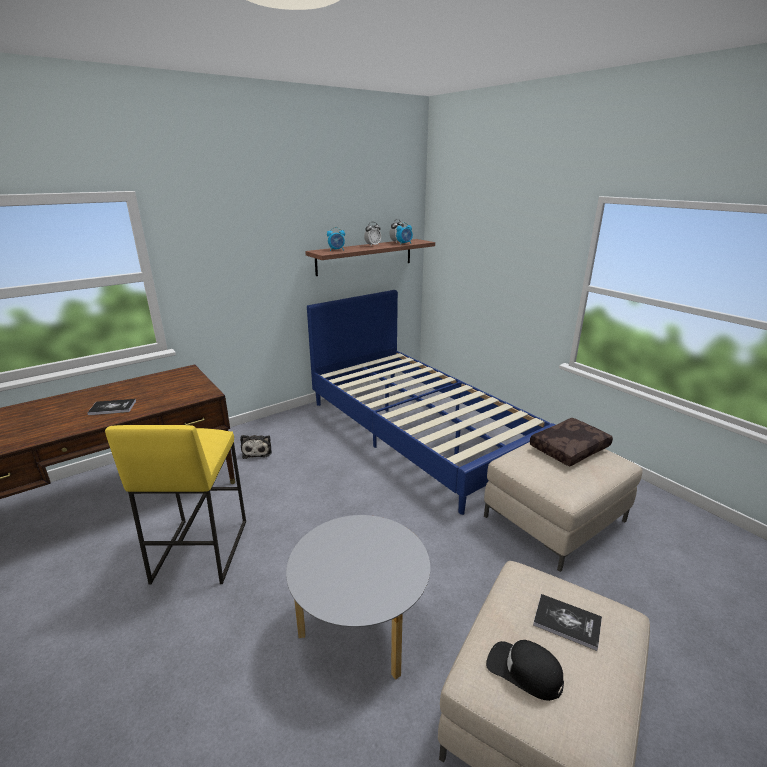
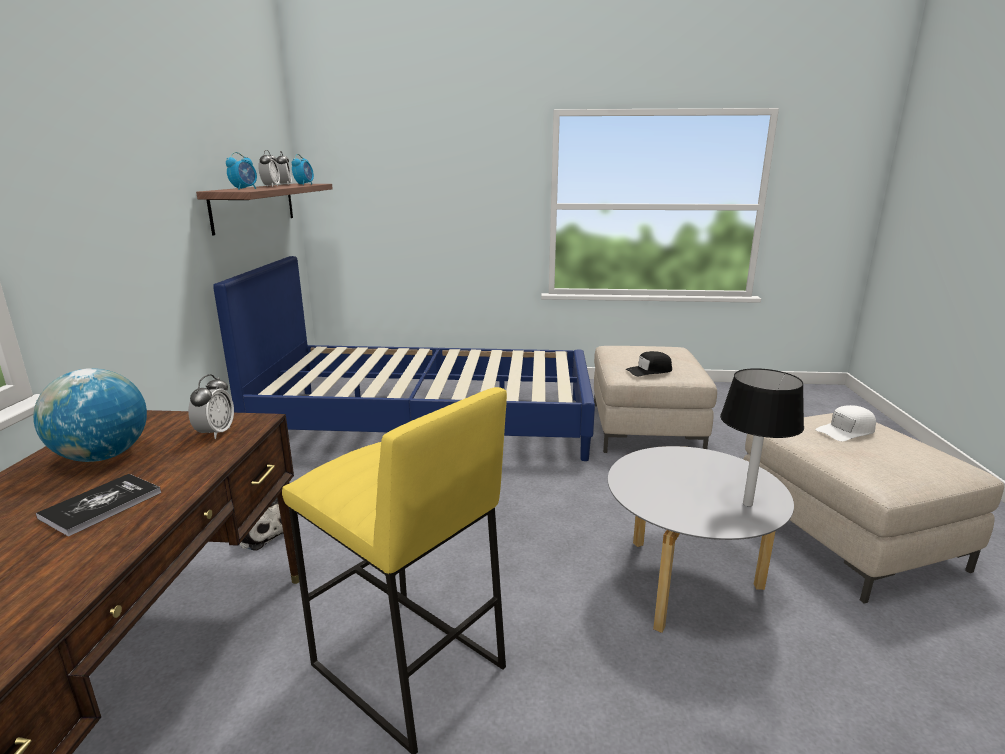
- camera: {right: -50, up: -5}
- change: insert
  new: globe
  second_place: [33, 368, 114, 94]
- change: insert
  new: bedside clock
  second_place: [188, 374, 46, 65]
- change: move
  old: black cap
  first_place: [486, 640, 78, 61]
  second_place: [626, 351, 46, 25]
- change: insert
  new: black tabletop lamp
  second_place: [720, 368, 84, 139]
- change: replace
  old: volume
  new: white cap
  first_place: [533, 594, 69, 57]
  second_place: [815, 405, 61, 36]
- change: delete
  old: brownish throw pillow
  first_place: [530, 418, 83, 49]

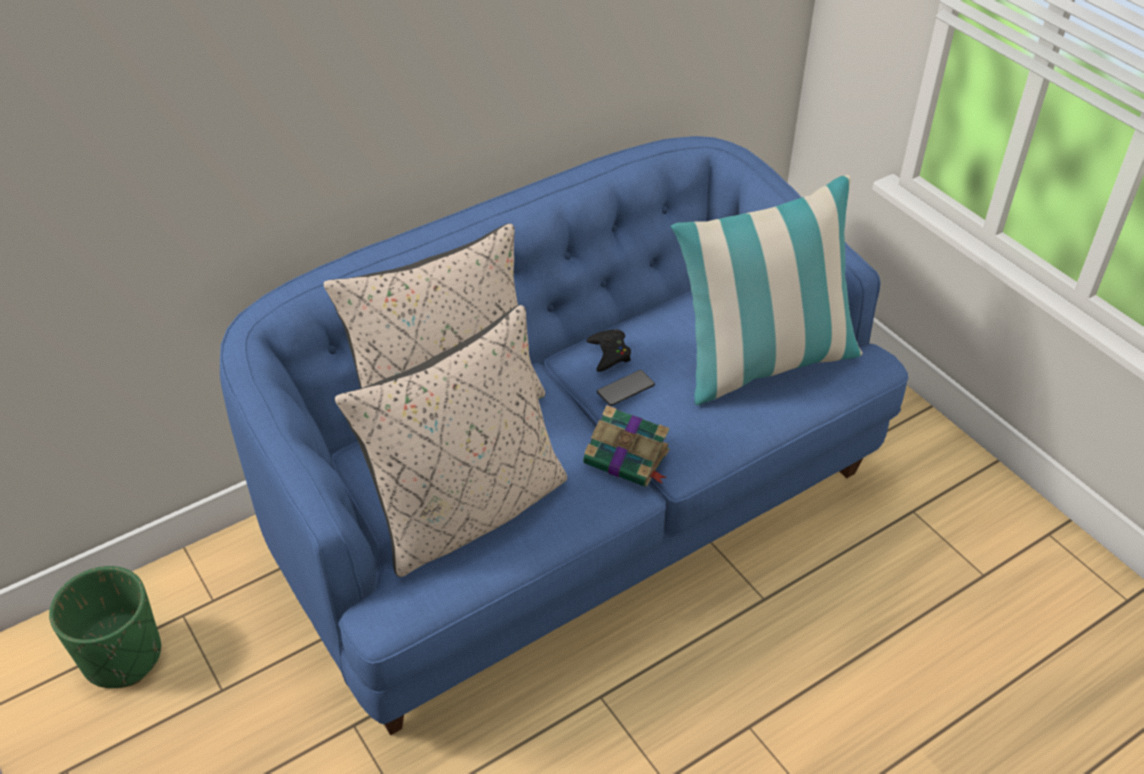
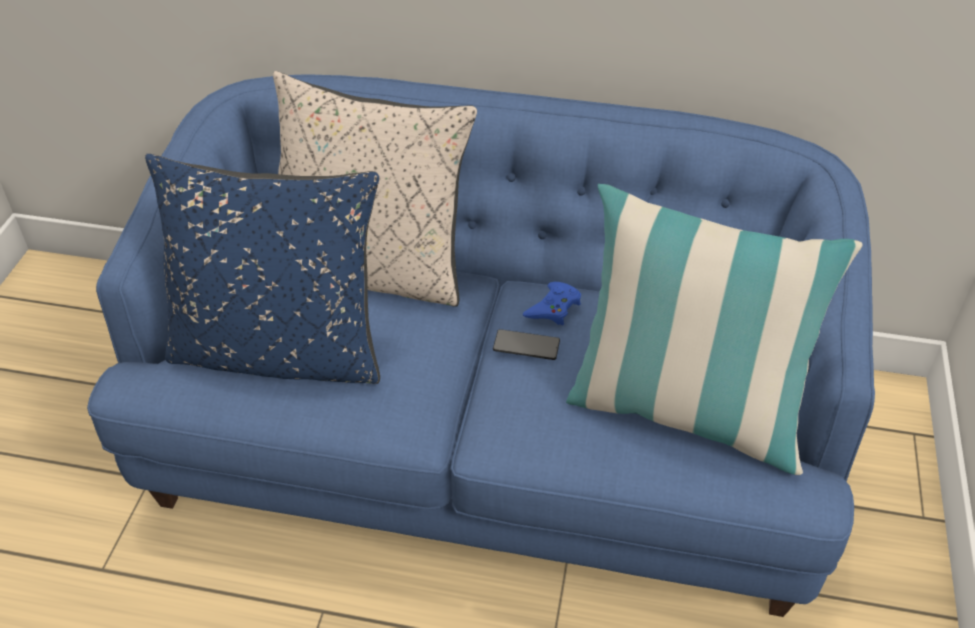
- camera: {right: 45, up: 0}
- change: recolor
  old: beige-coloured throw pillow
  new: blue throw pillow
  first_place: [335, 305, 232, 272]
  second_place: [145, 154, 235, 230]
- change: recolor
  old: black game controller
  new: blue game controller
  first_place: [587, 329, 44, 43]
  second_place: [523, 282, 58, 44]
- change: delete
  old: green flower pot
  first_place: [49, 566, 112, 122]
- change: delete
  old: volume
  first_place: [583, 405, 87, 82]

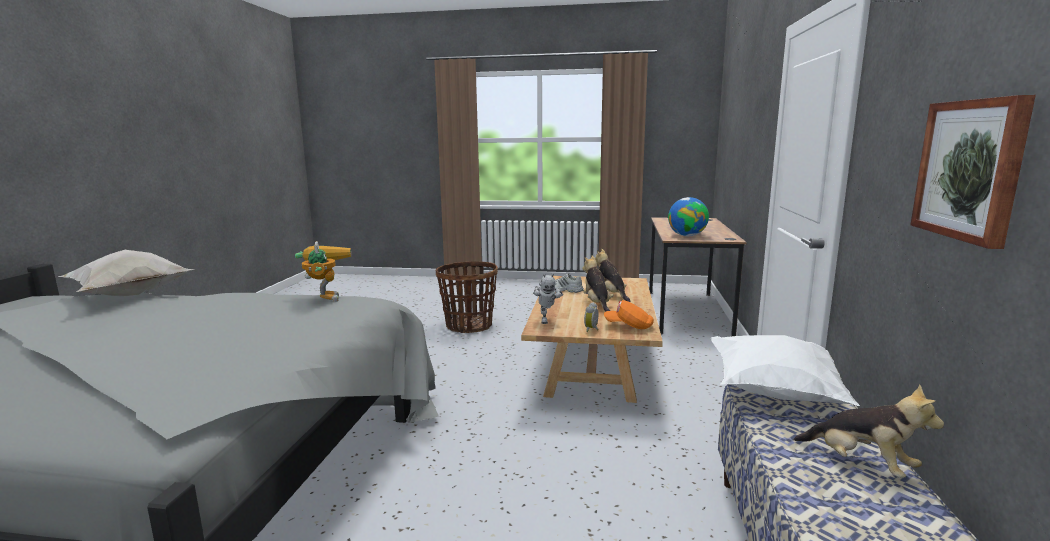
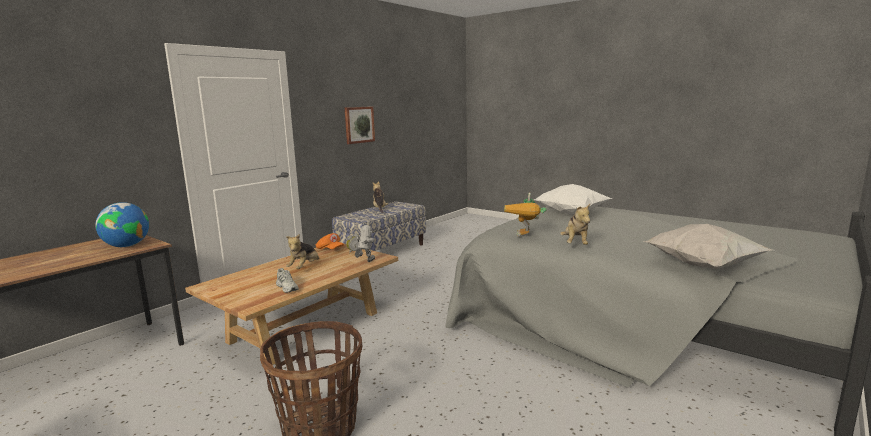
- camera: {right: -150, up: 0}
- change: move
  old: white throw pillow
  first_place: [711, 335, 149, 71]
  second_place: [534, 184, 79, 30]
- change: move
  old: cuddly toy
  first_place: [595, 249, 36, 53]
  second_place: [560, 204, 30, 41]

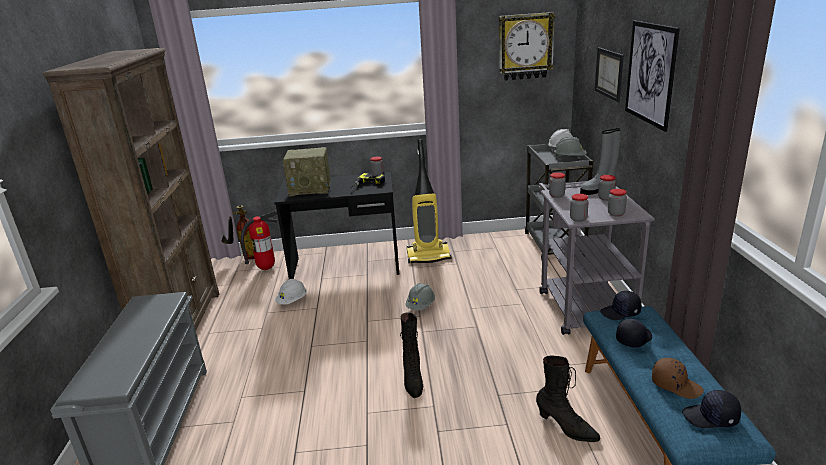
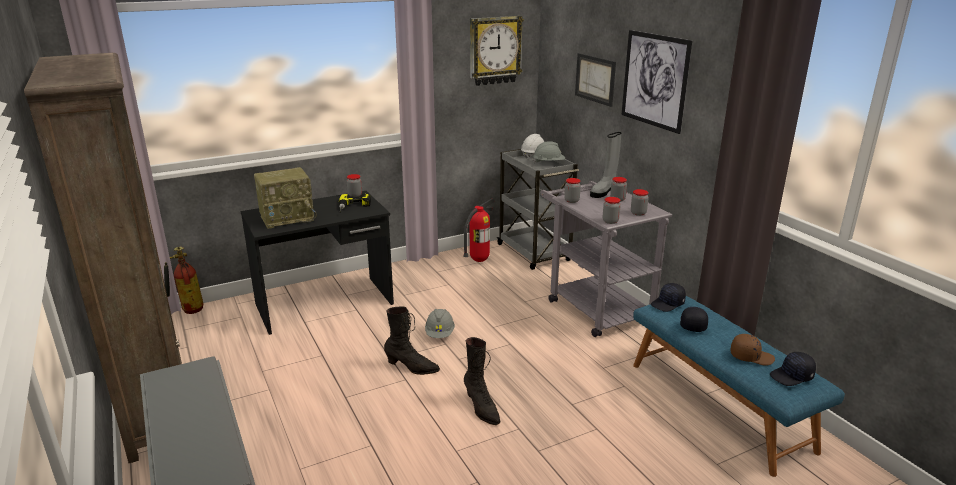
- camera: {right: -25, up: 0}
- change: move
  old: black high-top boot
  first_place: [536, 356, 64, 86]
  second_place: [384, 306, 56, 69]
- change: move
  old: fire-fighting cylinder
  first_place: [241, 210, 37, 60]
  second_place: [463, 198, 32, 64]
- change: delete
  old: white work helmet
  first_place: [275, 279, 32, 26]
- change: delete
  old: hoover
  first_place: [407, 139, 45, 124]

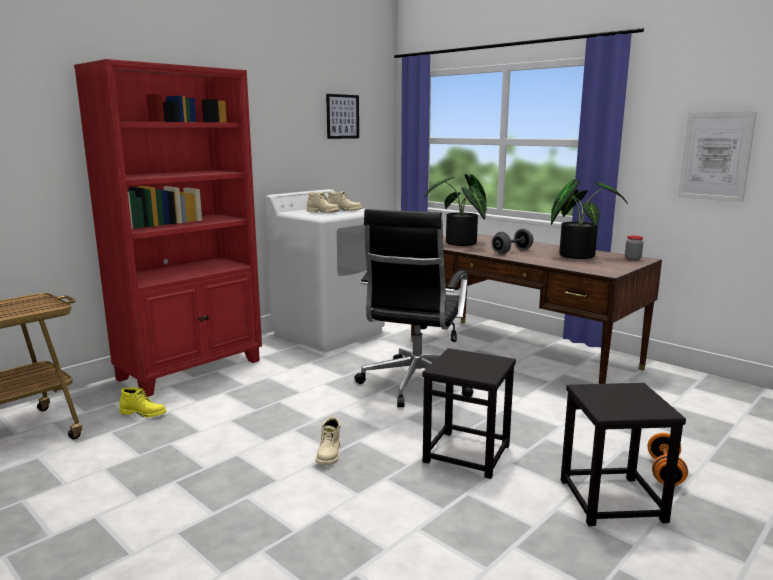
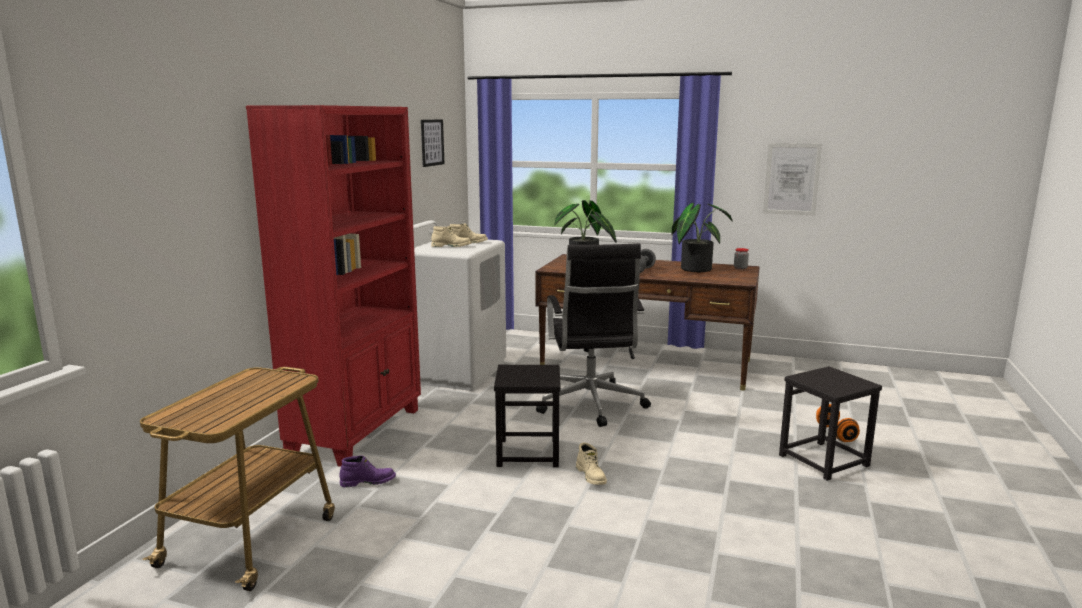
- camera: {right: -25, up: 0}
- change: recolor
  old: yellow-coloured high-top boot
  new: purple-coloured high-top boot
  first_place: [120, 387, 47, 30]
  second_place: [339, 455, 57, 32]
- change: move
  old: black stool
  first_place: [422, 348, 94, 131]
  second_place: [494, 365, 67, 102]

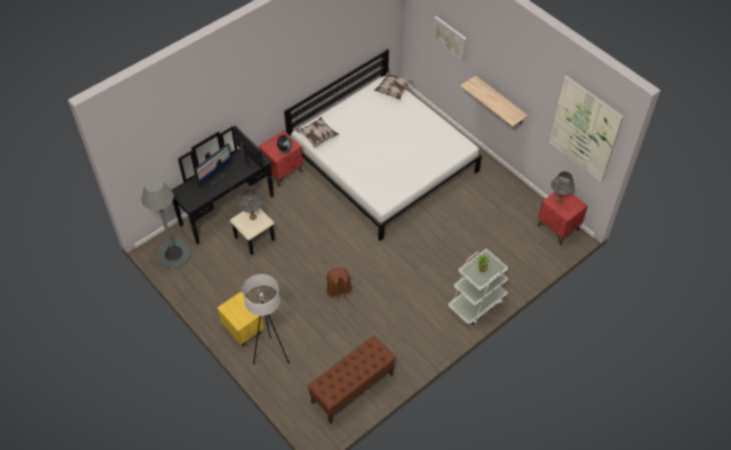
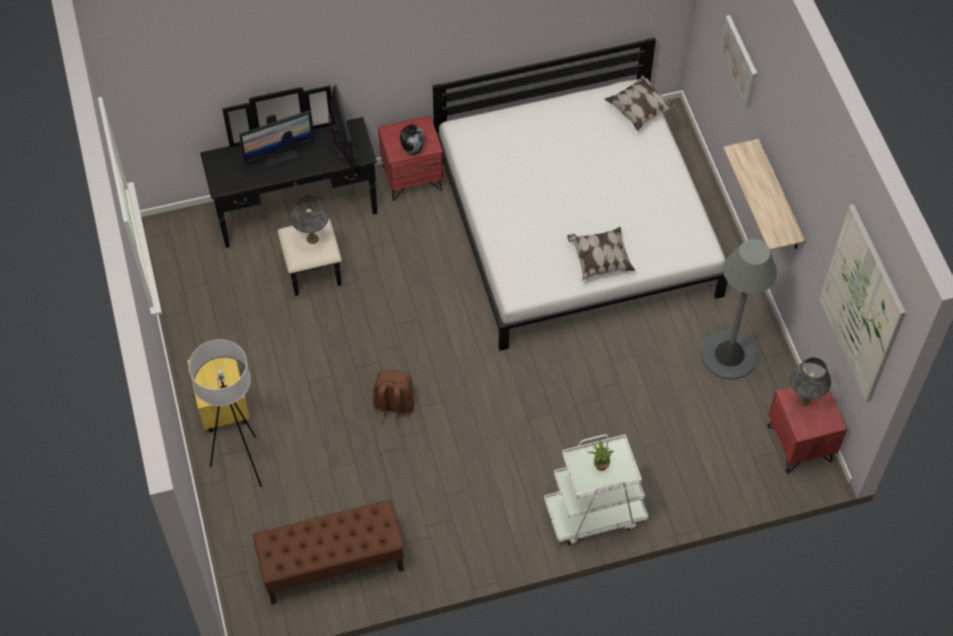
- camera: {right: 25, up: 5}
- change: move
  old: throw pillow
  first_place: [296, 117, 43, 31]
  second_place: [567, 227, 68, 54]
- change: move
  old: greyish standing lamp
  first_place: [142, 178, 49, 90]
  second_place: [701, 239, 76, 141]

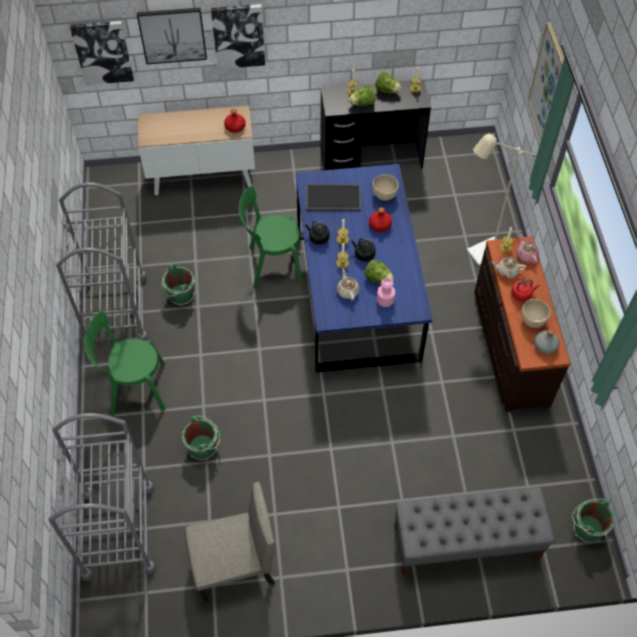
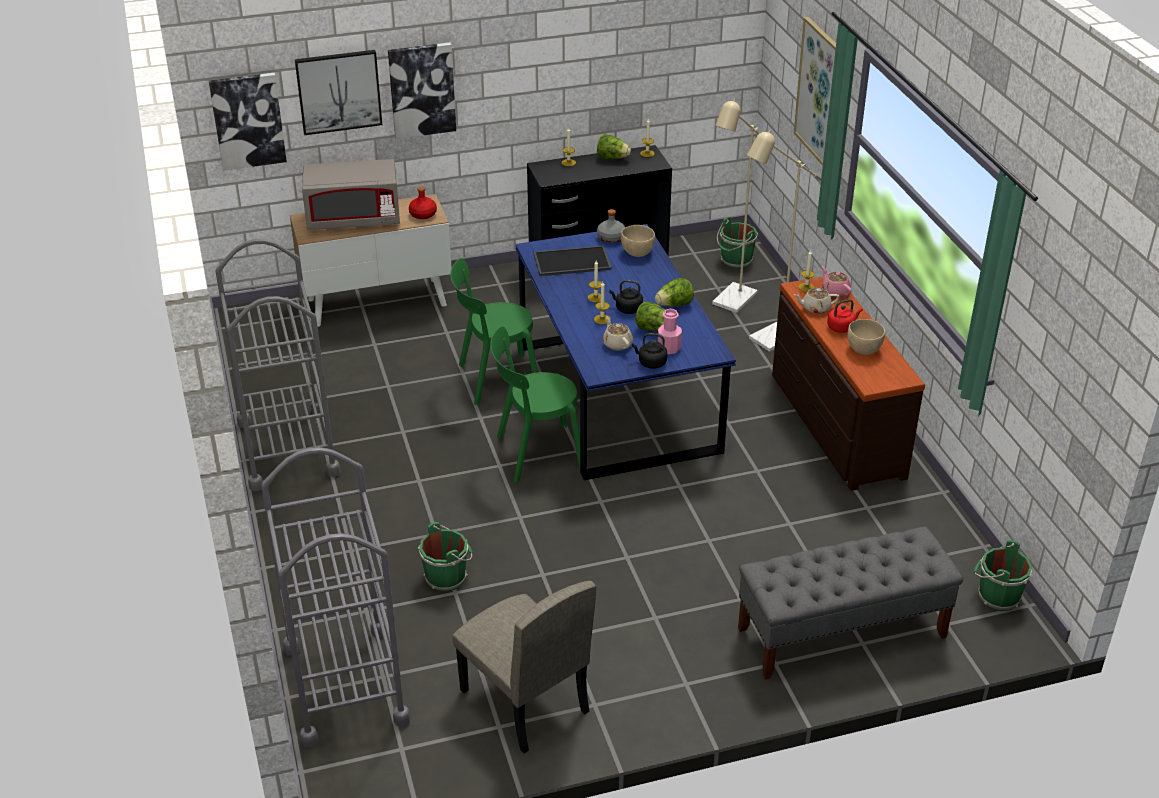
- camera: {right: -10, up: -20}
- change: insert
  new: greyish kitchen microwave
  second_place: [302, 159, 98, 71]
- change: rotate
  old: beige-coloured plain chair
  first_place: [185, 482, 90, 120]
  second_place: [452, 581, 144, 172]
  degrees: 75
- change: move
  old: green plain chair
  first_place: [84, 311, 82, 105]
  second_place: [490, 326, 90, 156]
- change: move
  old: greyish bottle
  first_place: [534, 329, 26, 25]
  second_place: [597, 209, 28, 34]
- change: move
  old: black tea kettle
  first_place: [305, 221, 24, 24]
  second_place: [632, 333, 35, 36]
- change: move
  old: lettuce head
  first_place: [348, 86, 28, 20]
  second_place: [655, 278, 39, 29]
- change: insert
  new: beige-coloured standing lamp
  second_place: [712, 98, 48, 215]
- change: move
  old: green pail
  first_place: [161, 263, 35, 43]
  second_place: [717, 217, 41, 52]
- change: delete
  old: reddish bottle
  first_place: [369, 207, 23, 25]

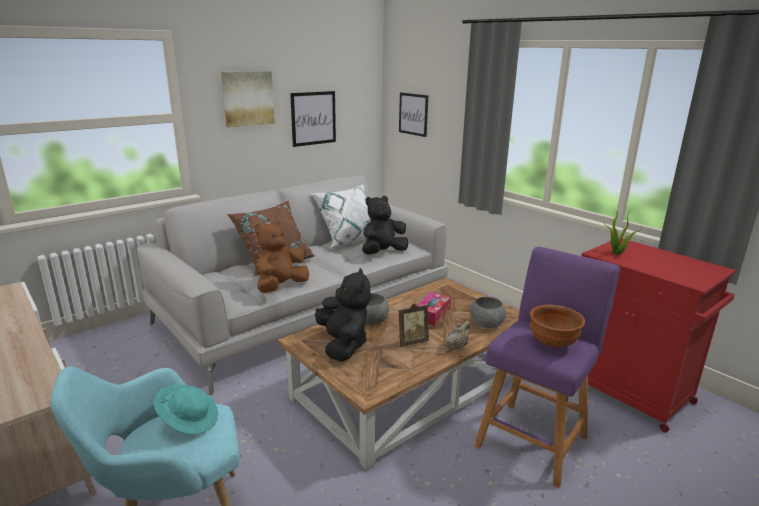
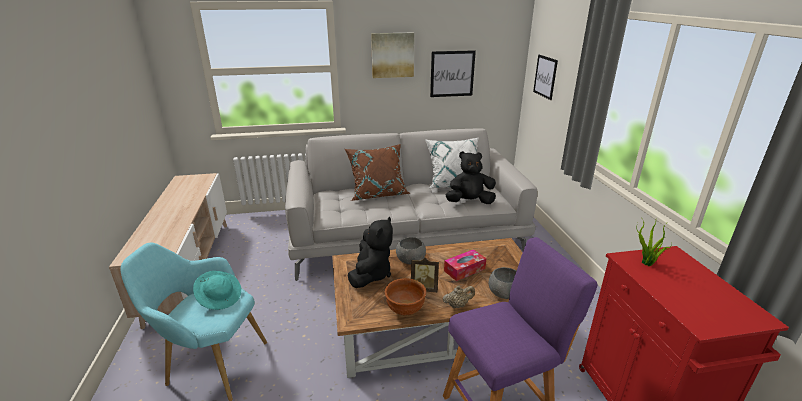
- camera: {right: 30, up: 5}
- change: move
  old: brownish bowl
  first_place: [530, 305, 55, 43]
  second_place: [385, 278, 41, 37]
- change: delete
  old: brownish cuddly toy
  first_place: [254, 221, 55, 72]

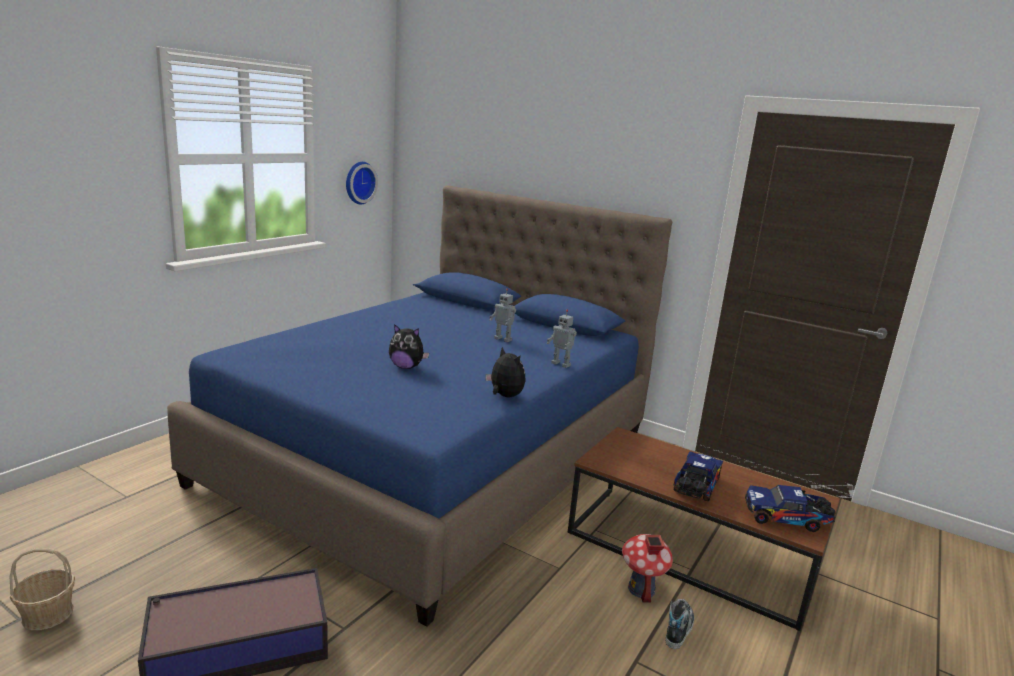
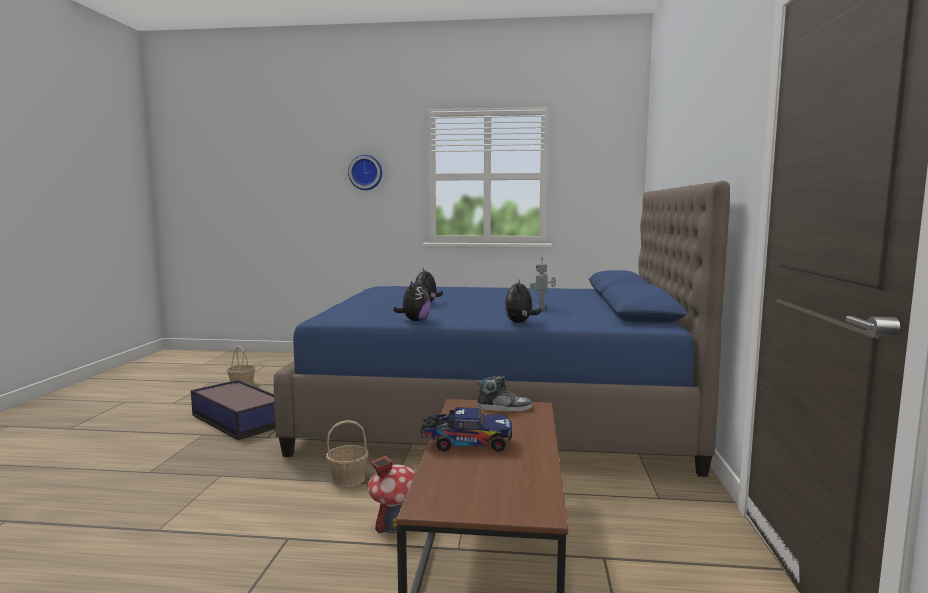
- camera: {right: 65, up: -10}
- change: insert
  new: household basket
  second_place: [326, 420, 43, 67]
- change: move
  old: clock on the wall
  first_place: [346, 162, 32, 43]
  second_place: [348, 155, 34, 35]
- change: move
  old: item of footwear
  first_place: [665, 599, 29, 50]
  second_place: [477, 376, 55, 36]
- change: replace
  old: robot figure
  new: cuddly toy
  first_place: [547, 310, 30, 58]
  second_place: [504, 280, 38, 43]
- change: delete
  old: toy lorry
  first_place: [745, 485, 90, 47]

